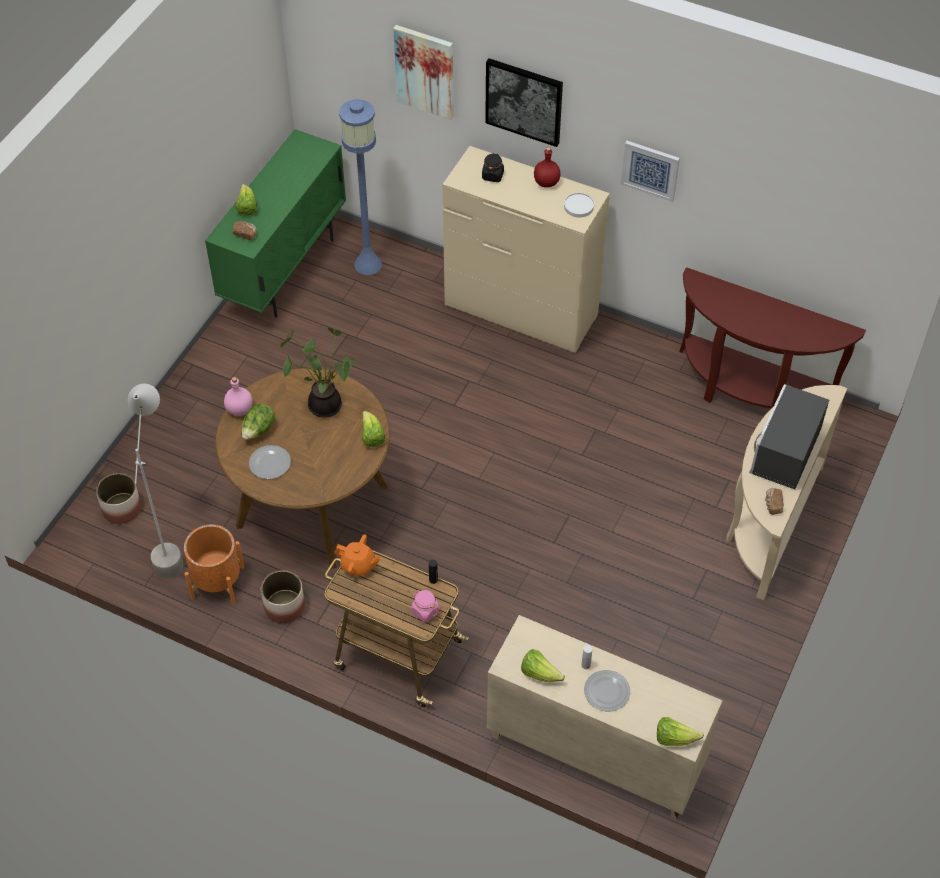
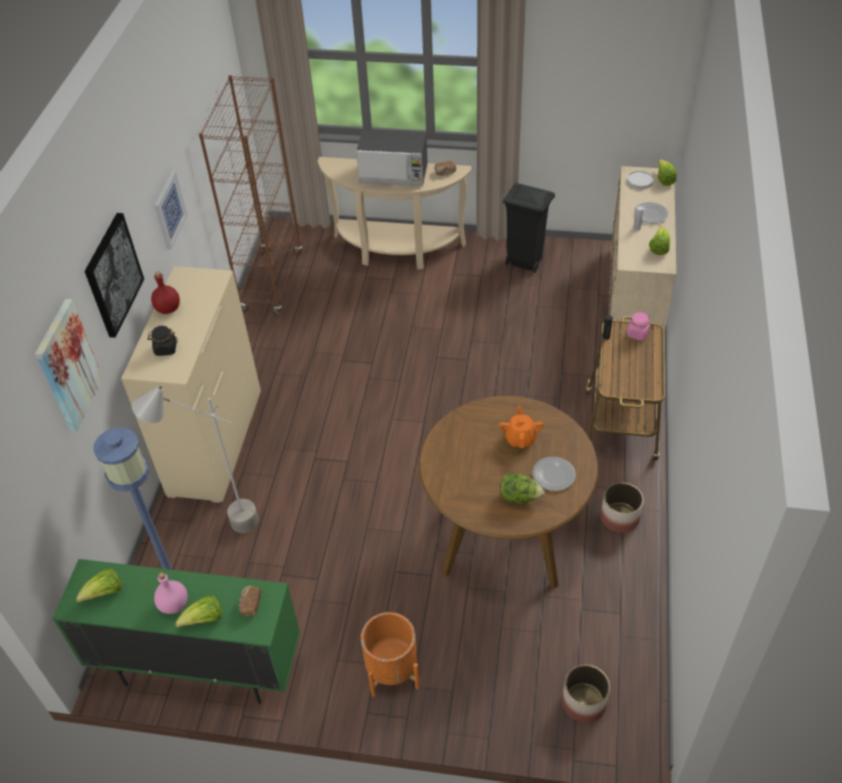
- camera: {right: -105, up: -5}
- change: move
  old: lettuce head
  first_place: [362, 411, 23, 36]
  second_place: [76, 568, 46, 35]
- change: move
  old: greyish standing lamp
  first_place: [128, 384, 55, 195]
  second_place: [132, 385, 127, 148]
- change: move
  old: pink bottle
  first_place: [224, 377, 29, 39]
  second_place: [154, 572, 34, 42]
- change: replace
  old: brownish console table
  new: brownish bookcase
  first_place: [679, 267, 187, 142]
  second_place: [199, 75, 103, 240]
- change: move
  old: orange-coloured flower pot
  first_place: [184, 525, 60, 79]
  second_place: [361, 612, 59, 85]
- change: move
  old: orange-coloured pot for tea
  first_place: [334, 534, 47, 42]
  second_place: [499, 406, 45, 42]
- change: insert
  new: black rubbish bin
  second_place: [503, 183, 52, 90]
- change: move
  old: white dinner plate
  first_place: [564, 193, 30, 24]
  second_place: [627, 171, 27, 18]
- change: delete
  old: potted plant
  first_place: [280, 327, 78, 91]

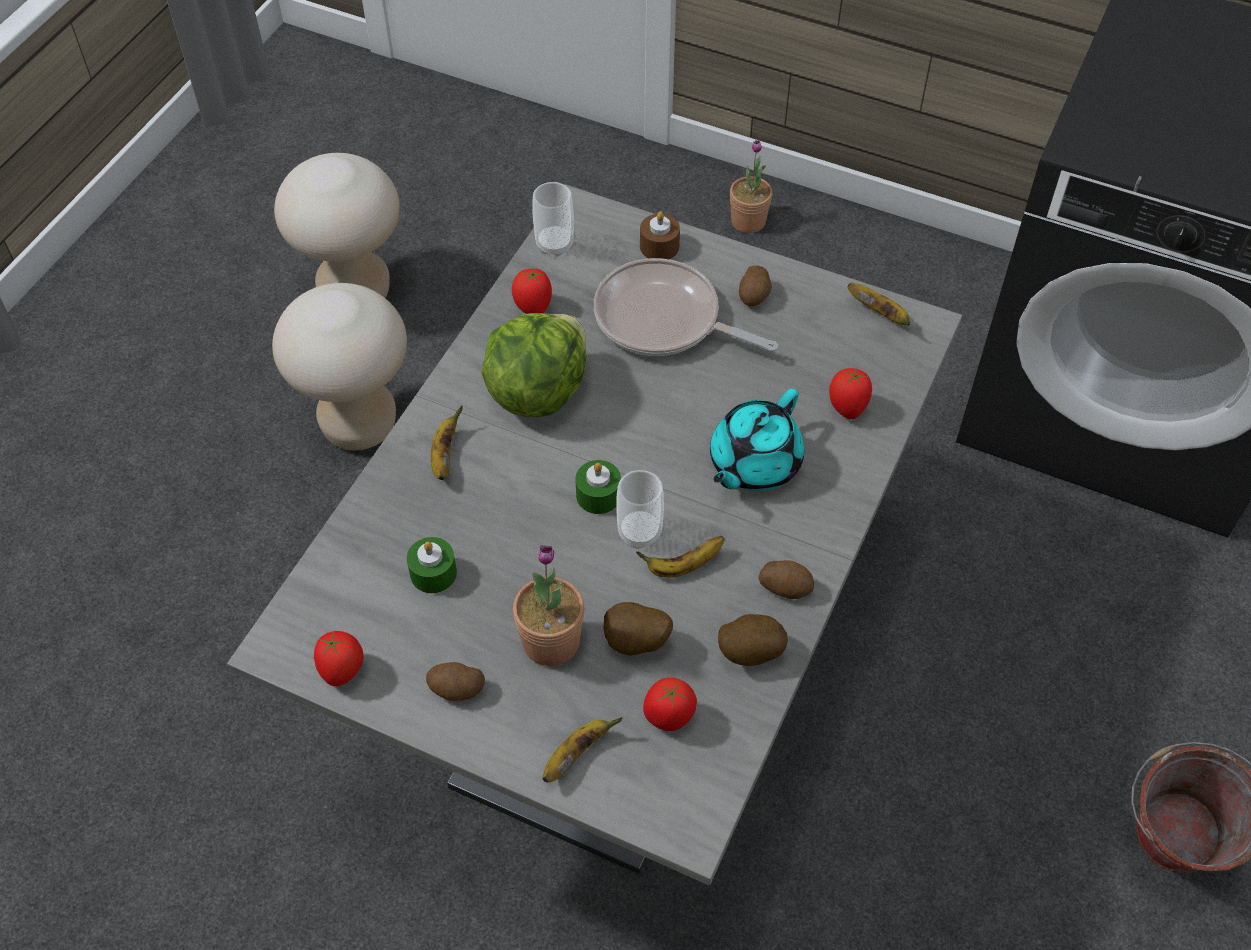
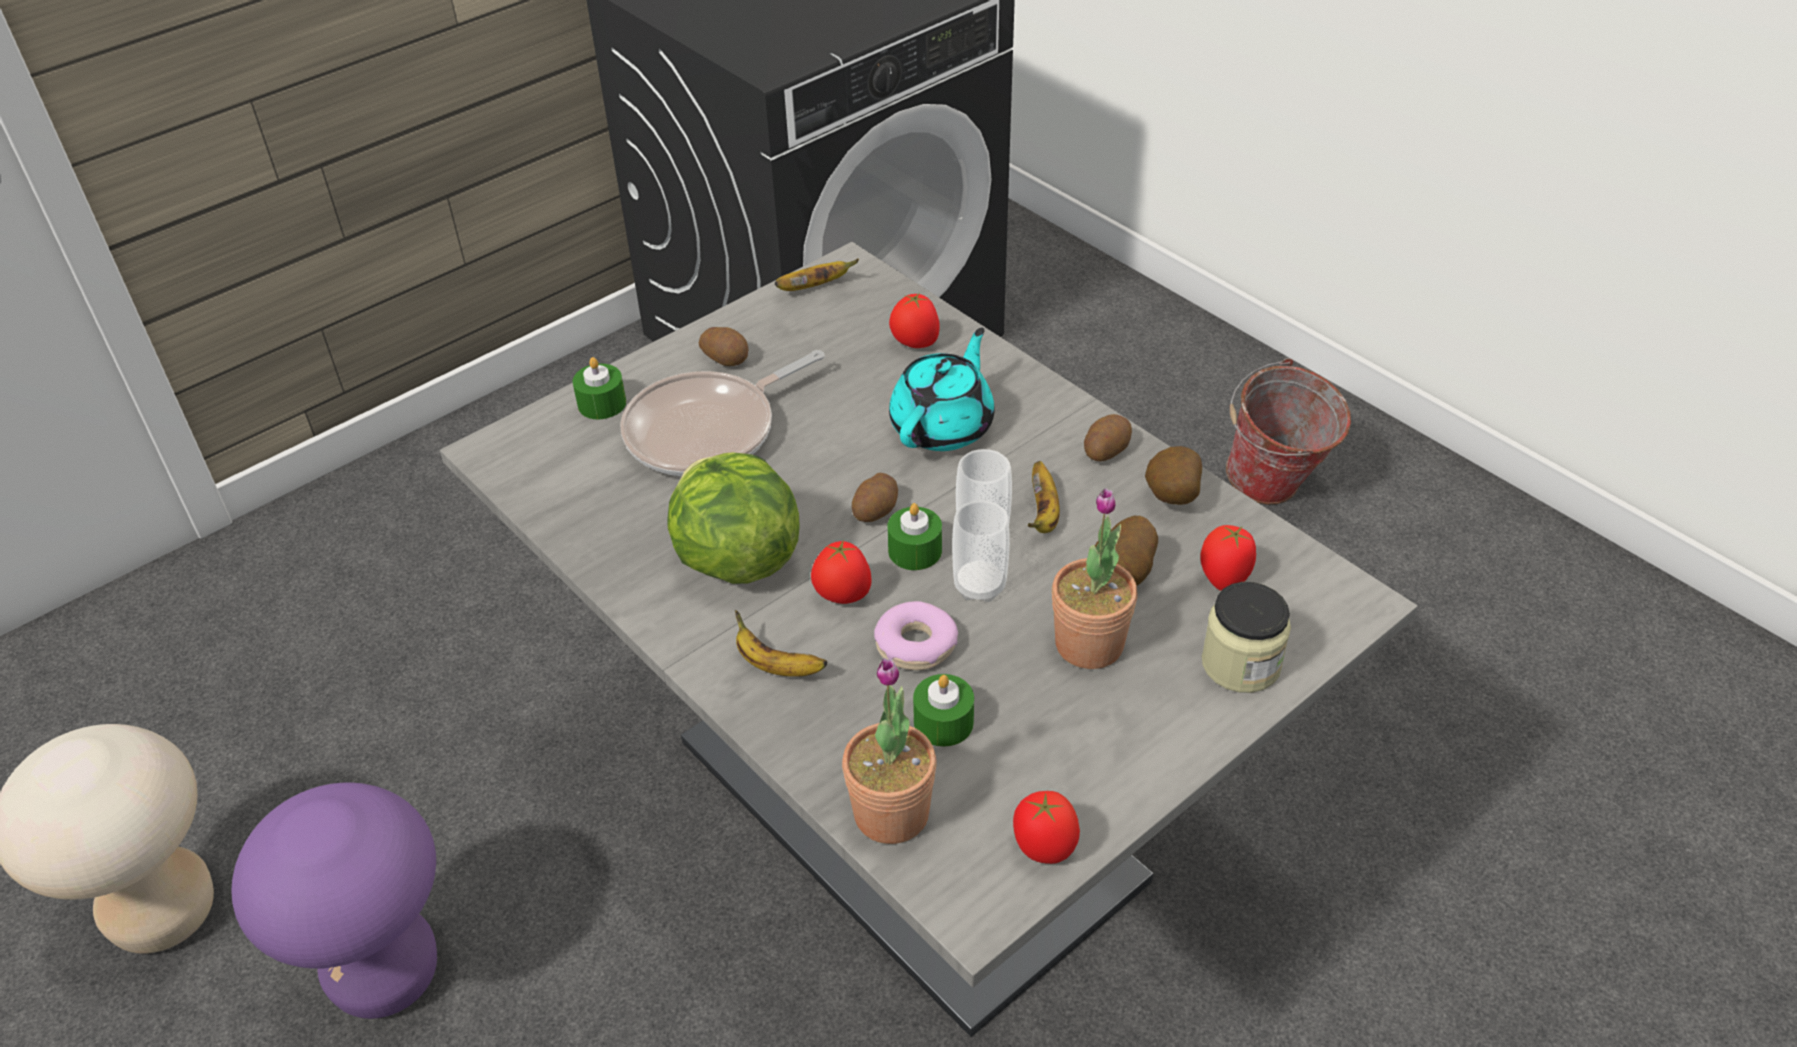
- camera: {right: -65, up: -10}
- change: recolor
  old: beige-coloured stool
  new: purple-coloured stool
  first_place: [272, 283, 135, 167]
  second_place: [231, 783, 206, 236]
- change: recolor
  old: brownish candle
  new: green candle
  first_place: [640, 211, 40, 48]
  second_place: [572, 357, 54, 62]
- change: move
  old: fresh tomato
  first_place: [512, 267, 40, 47]
  second_place: [811, 540, 61, 64]
- change: move
  old: potted plant
  first_place: [730, 140, 42, 93]
  second_place: [842, 658, 95, 186]
- change: move
  old: whole potato
  first_place: [426, 662, 59, 39]
  second_place: [852, 473, 46, 49]
- change: insert
  new: doughnut
  second_place: [874, 601, 84, 69]
- change: rotate
  old: turquoise-coloured pot for tea
  first_place: [710, 388, 94, 103]
  second_place: [889, 328, 106, 123]
  degrees: -120
- change: move
  old: drinking cup
  first_place: [532, 182, 42, 74]
  second_place: [952, 500, 58, 102]
- change: replace
  old: banana fruit
  new: storage jar
  first_place: [542, 717, 81, 65]
  second_place: [1202, 582, 89, 111]

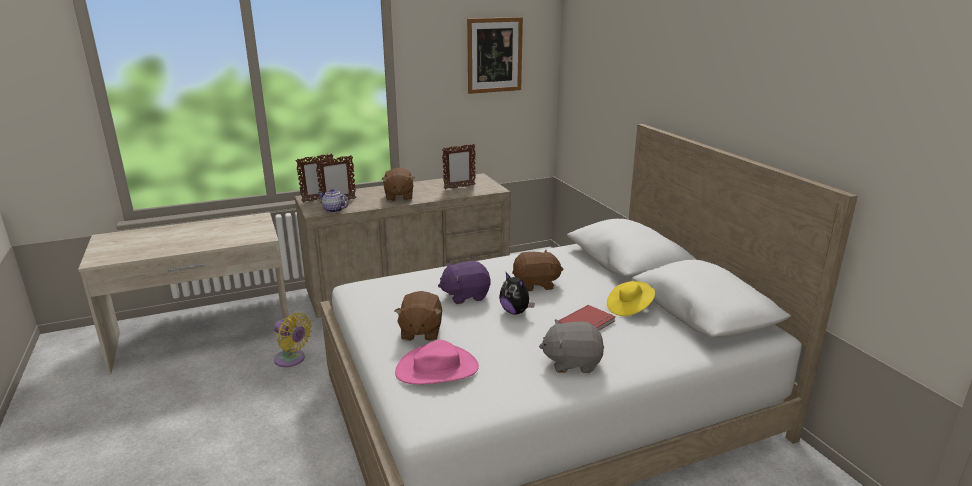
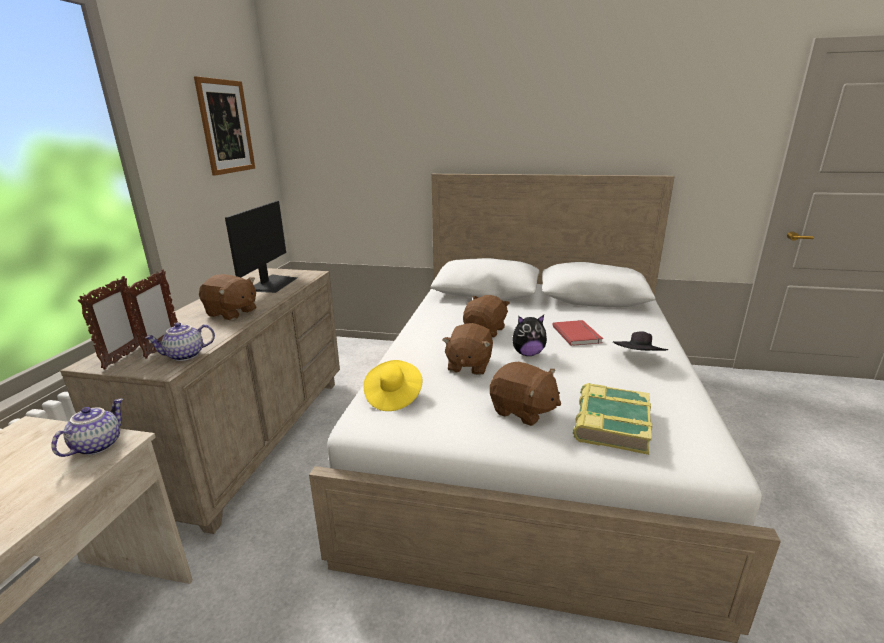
- camera: {right: -55, up: 0}
- change: insert
  new: pot for tea
  second_place: [51, 399, 72, 58]
- change: replace
  old: standing frame
  new: computer display
  first_place: [442, 144, 34, 45]
  second_place: [225, 201, 73, 92]
- change: move
  old: yellow-coloured hat
  first_place: [607, 281, 48, 35]
  second_place: [363, 360, 59, 51]
- change: recolor
  old: purple-coloured cuddly toy
  new: brownish cuddly toy
  first_place: [438, 261, 53, 43]
  second_place: [442, 323, 51, 52]
- change: replace
  old: pink hat
  new: volume
  first_place: [395, 340, 84, 45]
  second_place: [573, 383, 79, 72]
- change: replace
  old: greyish cuddly toy
  new: black hat
  first_place: [539, 319, 65, 54]
  second_place: [613, 331, 55, 20]
- change: delete
  old: yellow-coloured electric fan
  first_place: [273, 313, 39, 54]

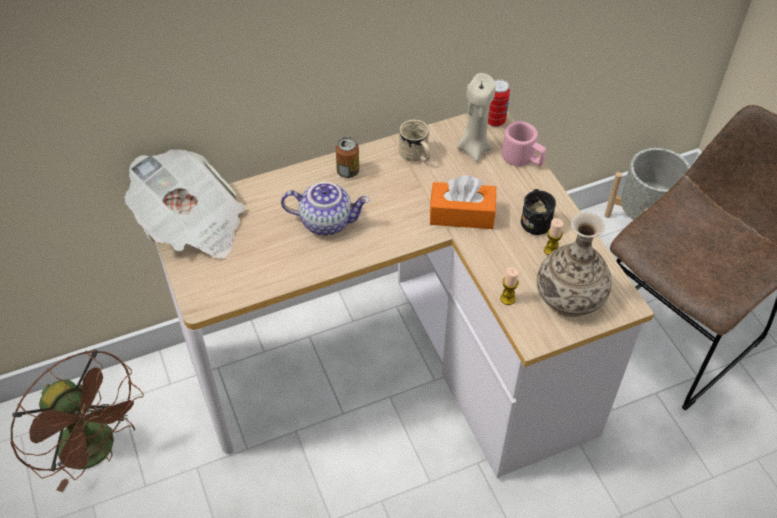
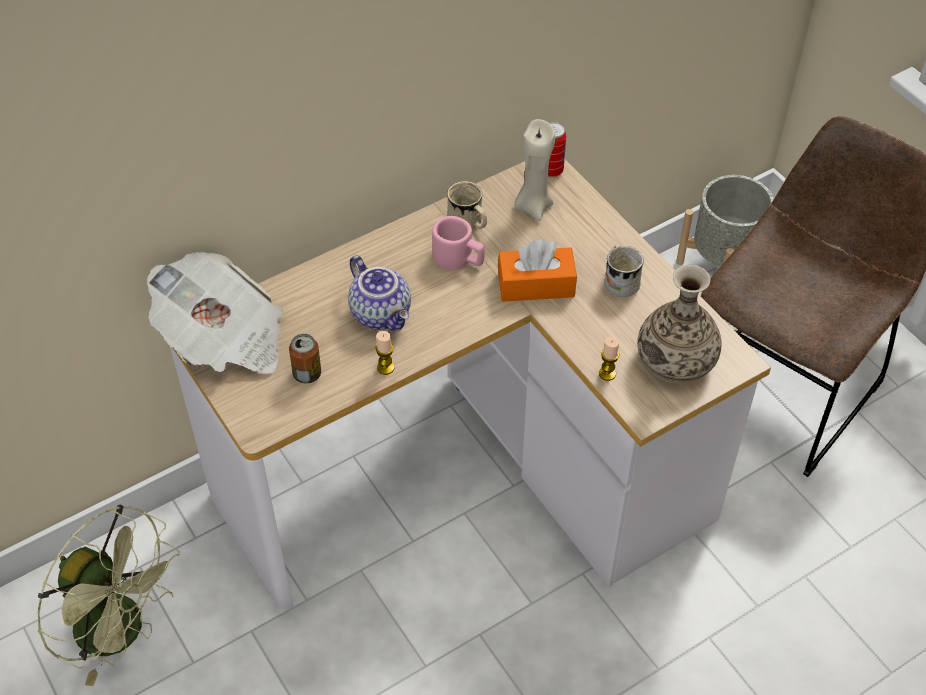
- camera: {right: -10, up: 0}
- change: recolor
  old: brownish electric fan
  new: green electric fan
  first_place: [10, 349, 134, 143]
  second_place: [38, 505, 142, 181]
- change: move
  old: can
  first_place: [336, 137, 23, 41]
  second_place: [289, 334, 32, 49]
- change: rotate
  old: pot for tea
  first_place: [281, 182, 89, 53]
  second_place: [348, 255, 63, 76]
  degrees: 60
- change: move
  old: candle
  first_place: [544, 218, 19, 37]
  second_place: [375, 331, 19, 44]
- change: move
  old: pink tea mug
  first_place: [502, 121, 44, 46]
  second_place: [432, 216, 53, 54]
- change: recolor
  old: black tea mug
  new: white tea mug
  first_place: [521, 189, 35, 46]
  second_place: [604, 245, 40, 52]

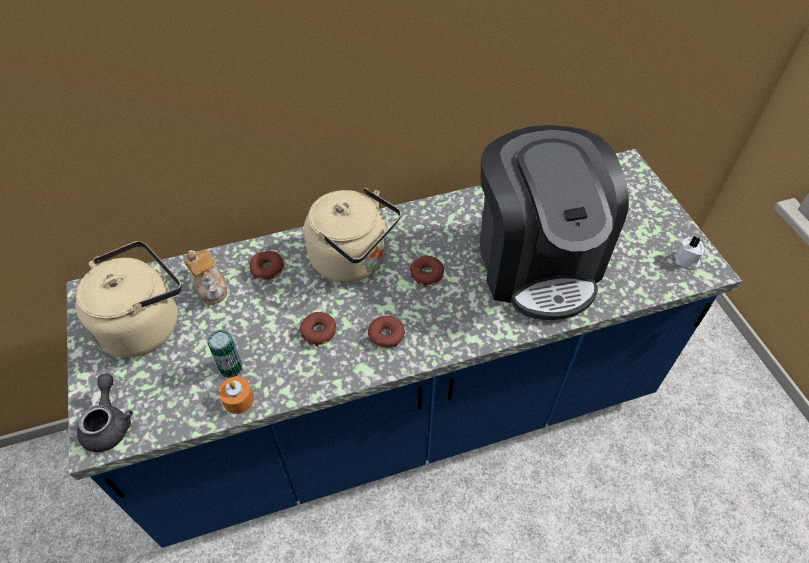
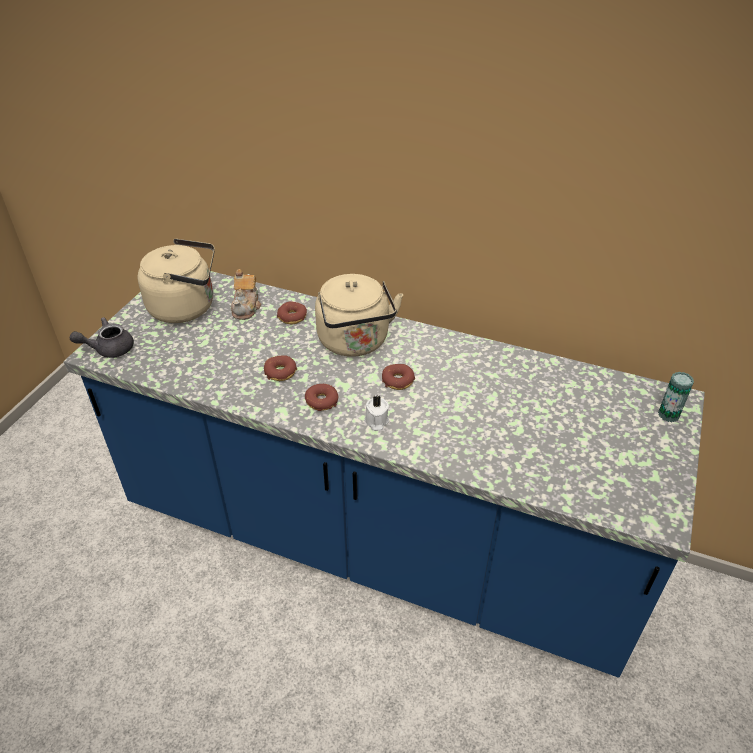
- camera: {right: 40, up: -10}
- change: rotate
  old: greyish pot for tea
  first_place: [77, 373, 56, 79]
  second_place: [69, 317, 65, 41]
  degrees: -150
- change: move
  old: white candle
  first_place: [674, 236, 30, 33]
  second_place: [364, 396, 25, 35]
- change: move
  old: can
  first_place: [207, 329, 36, 49]
  second_place: [658, 372, 36, 50]
- change: delete
  old: orange-coloured candle
  first_place: [219, 377, 35, 37]
- change: delete
  old: coffee brewer
  first_place: [480, 125, 149, 195]

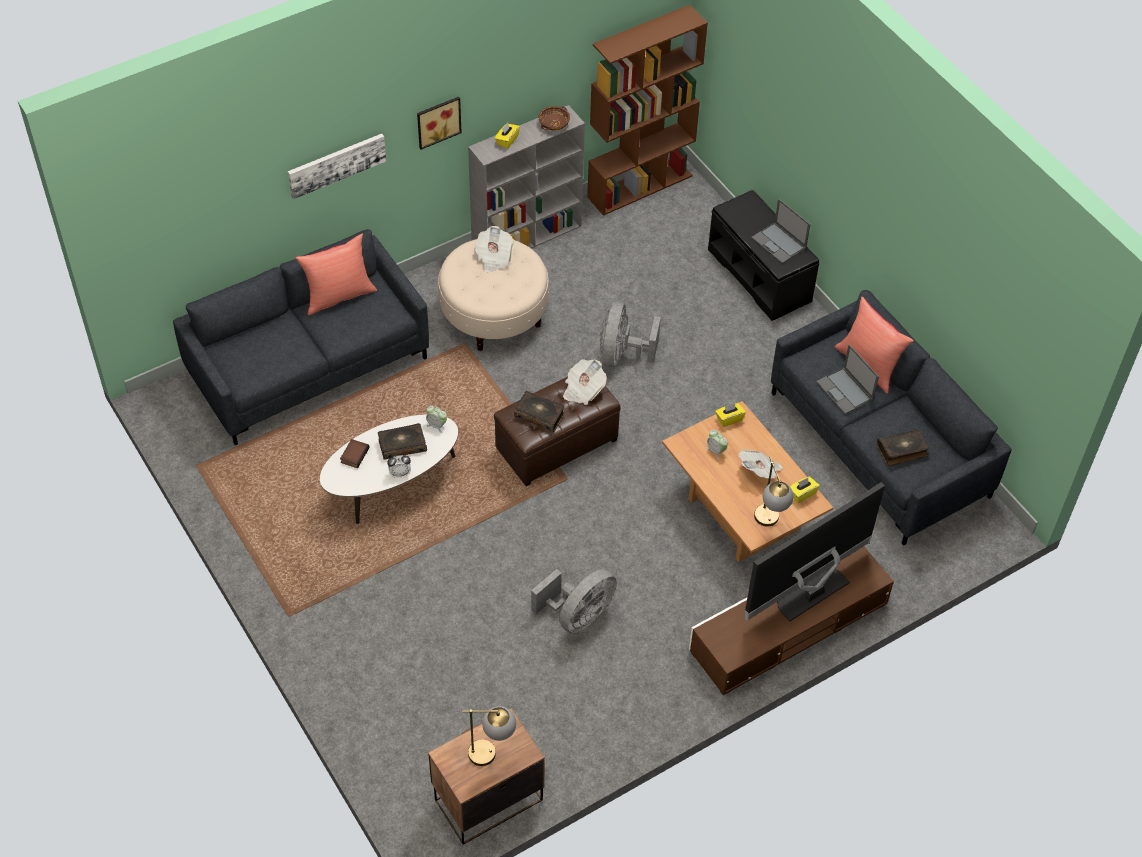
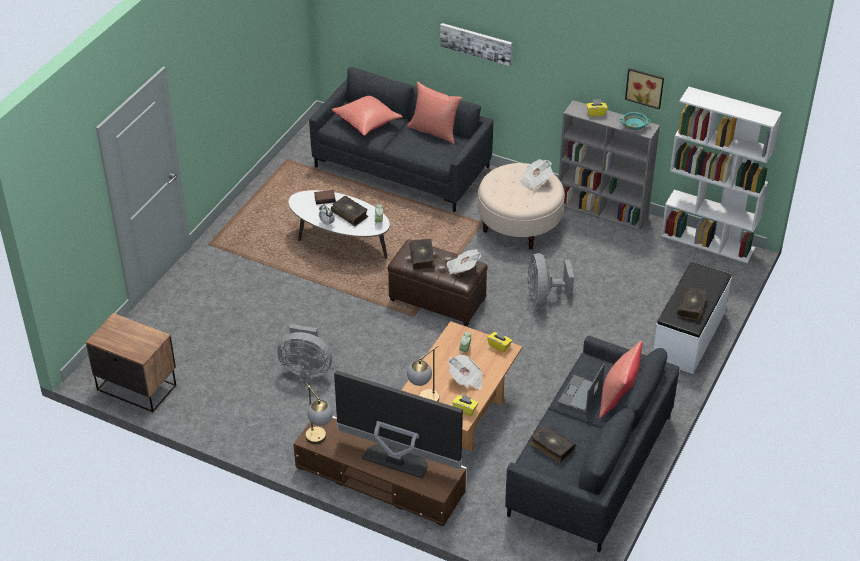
- camera: {right: 60, up: -10}
- change: move
  old: tabletop lamp
  first_place: [462, 706, 54, 60]
  second_place: [305, 383, 28, 61]
- change: insert
  new: reddish throw pillow
  second_place: [332, 96, 71, 40]
- change: rotate
  old: greyish electric fan
  first_place: [600, 302, 61, 65]
  second_place: [527, 253, 47, 54]
  degrees: -75
- change: recolor
  old: brownish bowl
  new: turquoise-coloured bowl
  first_place: [538, 106, 32, 24]
  second_place: [619, 112, 32, 18]
- change: move
  old: picture
  first_place: [417, 97, 45, 53]
  second_place: [625, 68, 39, 41]
- change: recolor
  old: black indoor bench
  new: white indoor bench
  first_place: [708, 190, 111, 131]
  second_place: [653, 262, 79, 112]
- change: recolor
  old: brownish bookcase
  new: white bookcase
  first_place: [587, 5, 121, 211]
  second_place: [661, 87, 121, 176]
- change: replace
  old: notebook computer
  new: volume
  first_place: [751, 199, 60, 65]
  second_place: [677, 287, 30, 34]

